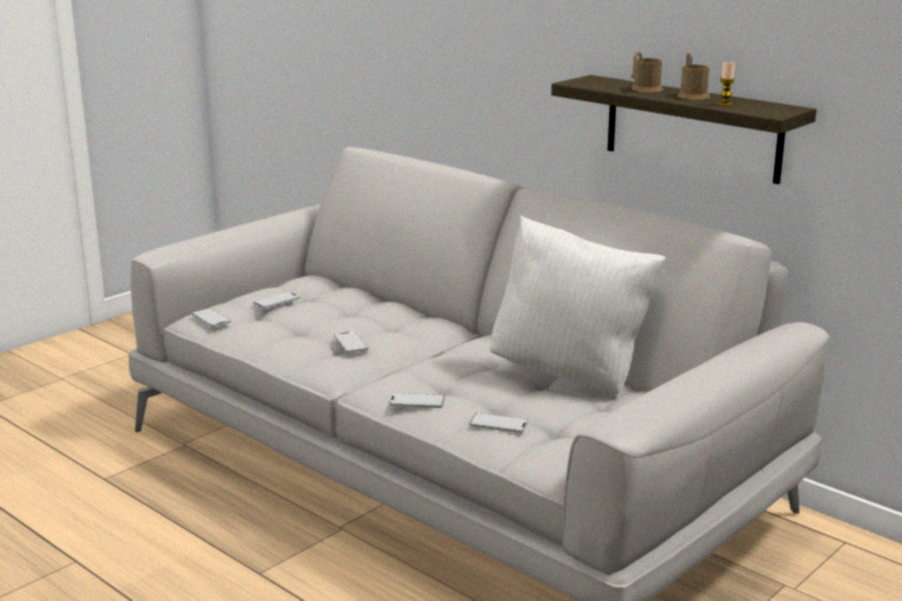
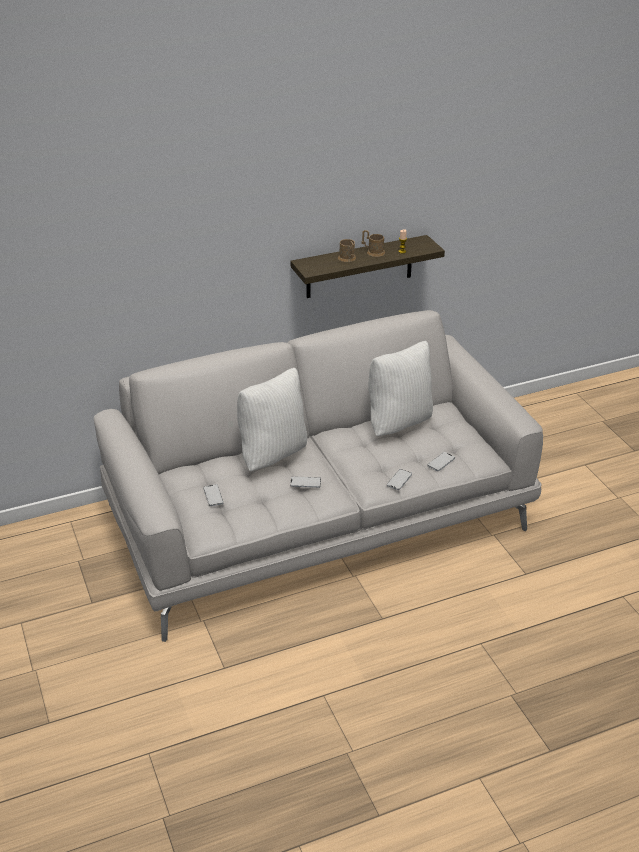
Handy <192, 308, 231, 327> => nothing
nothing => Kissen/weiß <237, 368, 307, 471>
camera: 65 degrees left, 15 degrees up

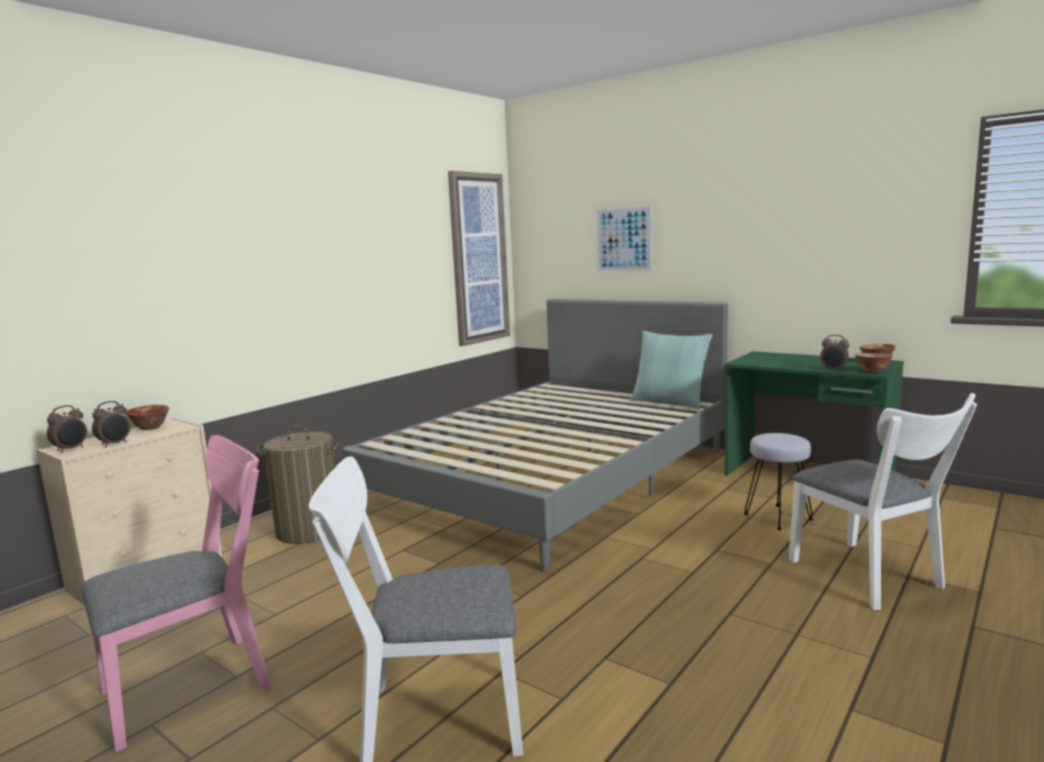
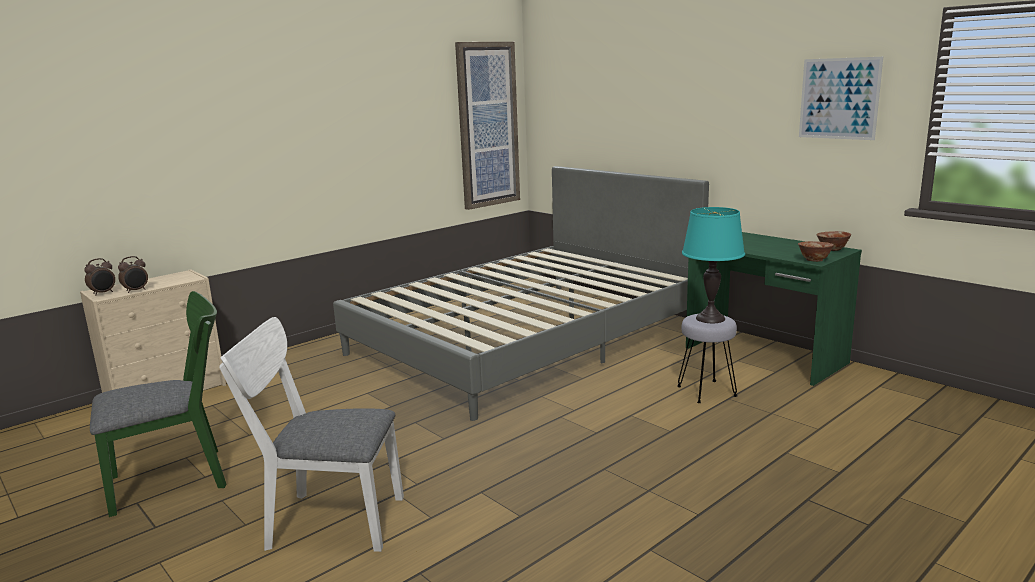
Bild <596, 206, 652, 271> => Bild <799, 57, 883, 140>, shifted
Kissen <630, 331, 713, 409> => nothing
Wecker <820, 335, 850, 371> => nothing
Stuhl/weiß <789, 393, 977, 610> => nothing
Schüssel <127, 405, 169, 430> => nothing
Wäschekorb <257, 426, 340, 544> => nothing
Stuhl/rosa <81, 435, 271, 752> => Stuhl/grün <90, 291, 227, 517>
nothing => Tischlampe/türkis <682, 207, 745, 323>
camera: 10 degrees right, 5 degrees up

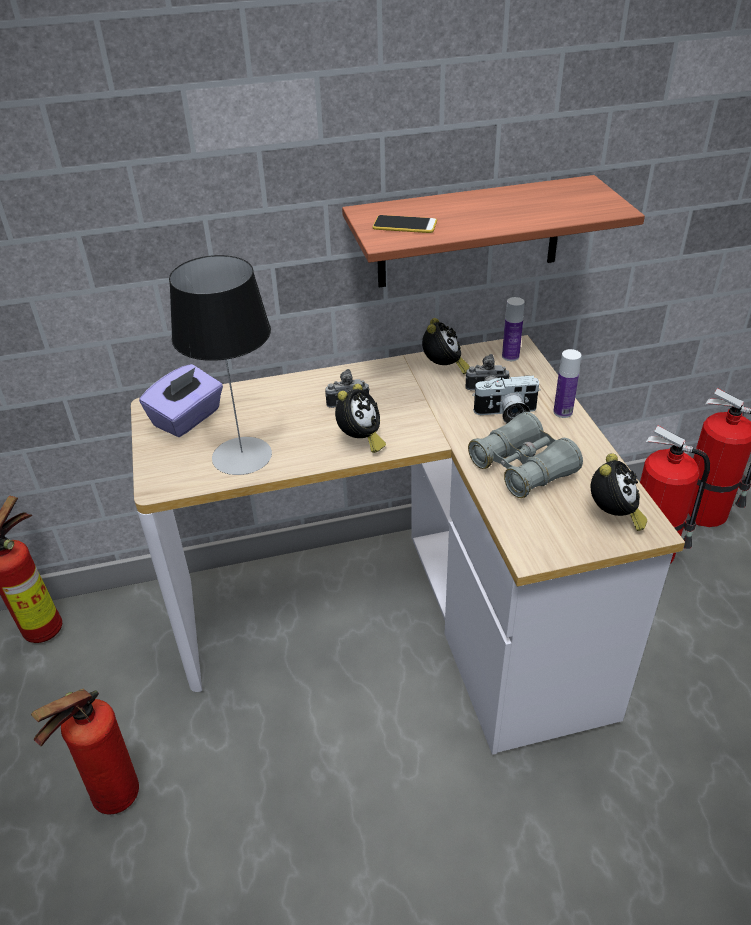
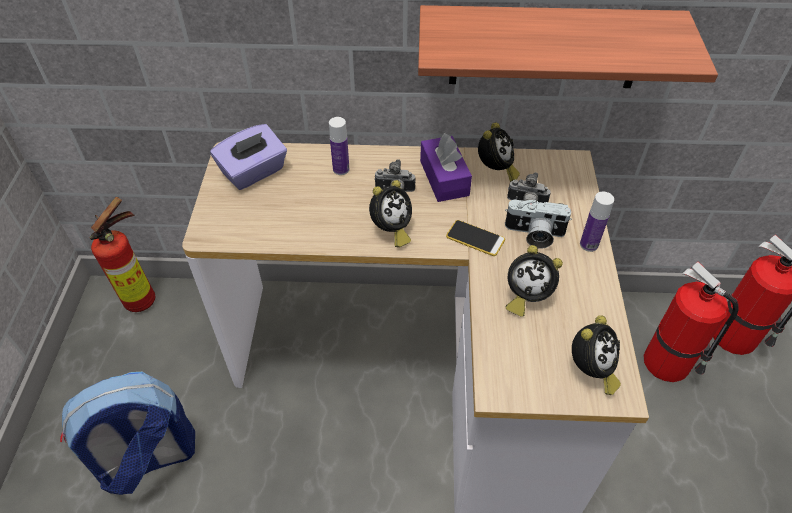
Handy <372, 215, 437, 233> => Handy <446, 220, 505, 256>, shifted
Tischlampe <169, 255, 272, 475> => nothing
Flasche <502, 297, 525, 361> => Flasche <329, 117, 349, 175>, shifted
Fernglas/grau <468, 412, 583, 498> => Wecker <506, 245, 563, 316>
Feuerlöscher <31, 688, 139, 815> => Rucksack <60, 372, 195, 495>
nothing => Taschentuchbox/lila <420, 133, 472, 202>
camera: 15 degrees right, 10 degrees up

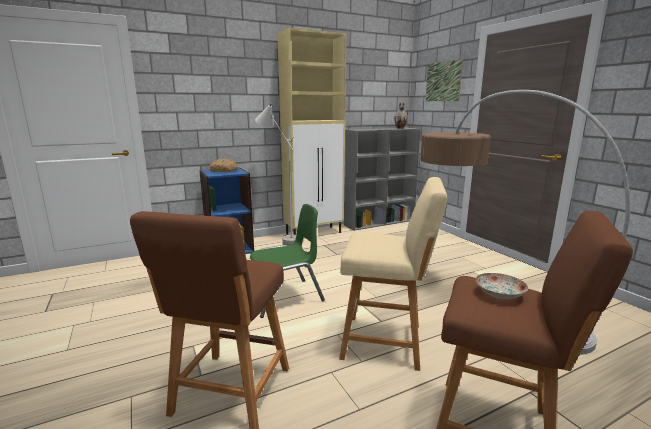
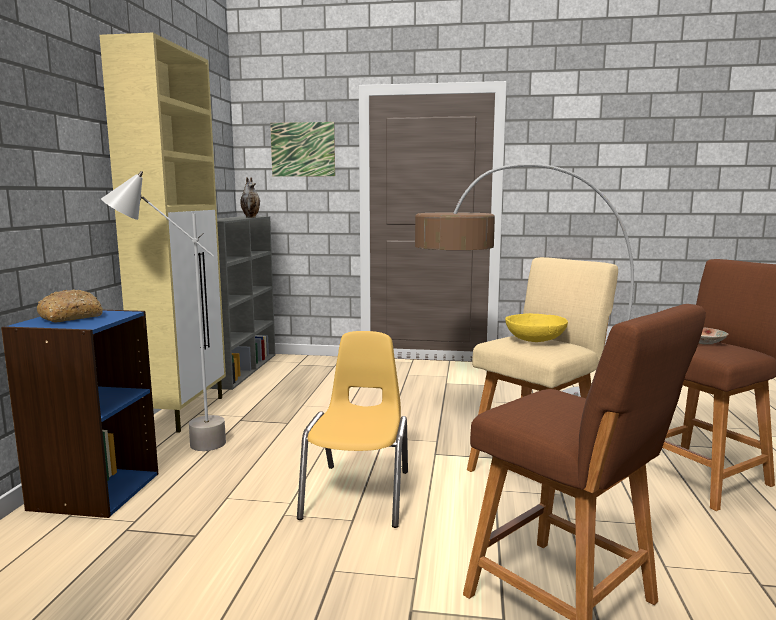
Stuhl/grün <250, 204, 325, 318> => Stuhl/gelb <297, 331, 408, 528>
nothing => Schüssel/gelb <505, 313, 568, 342>
camera: 55 degrees left, 5 degrees down

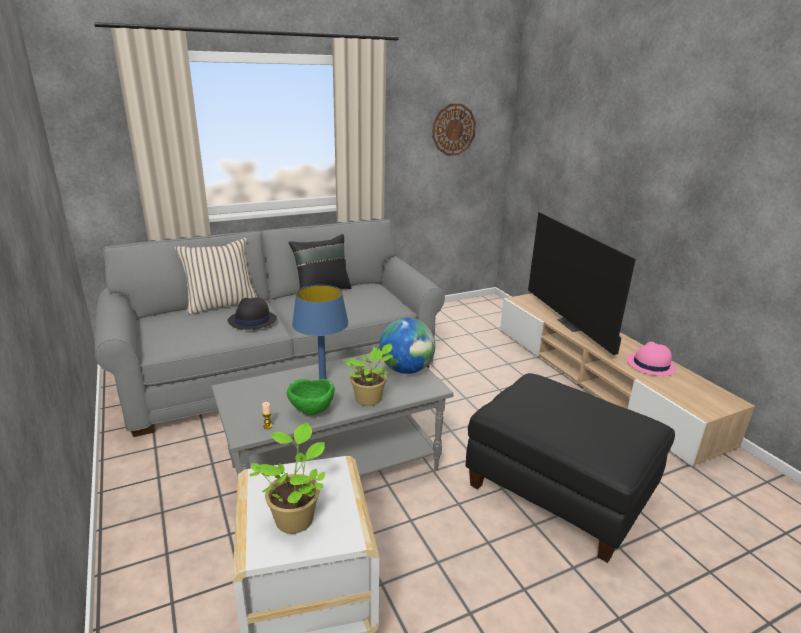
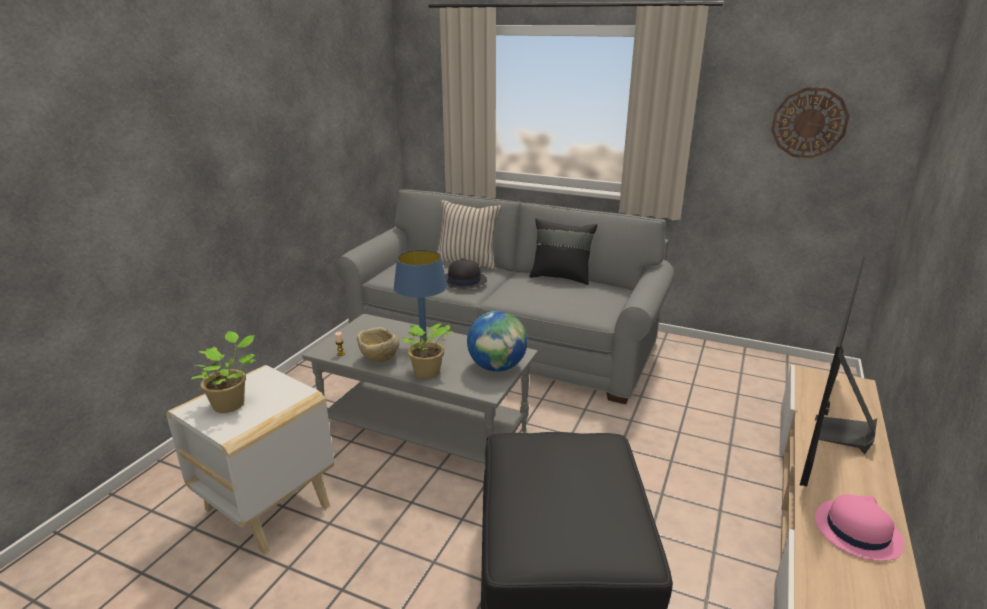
Schüssel/grün <287, 379, 335, 415> => Schüssel/beige <357, 327, 399, 362>
camera: 50 degrees right, 0 degrees up

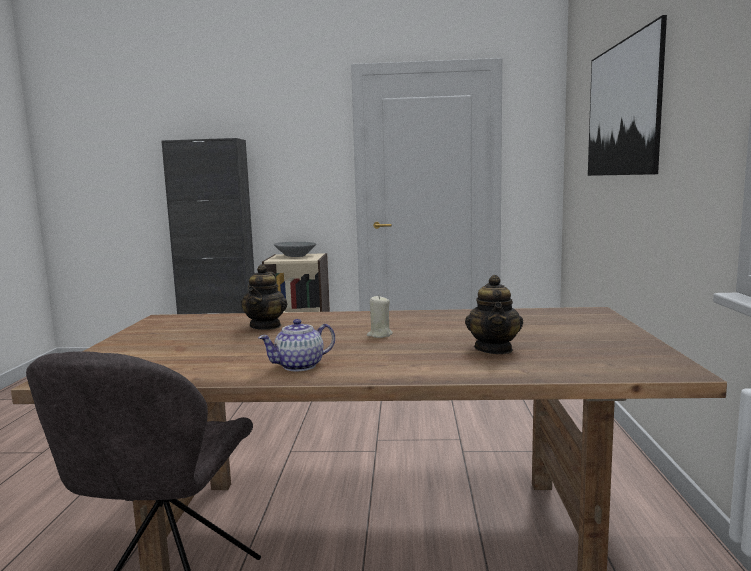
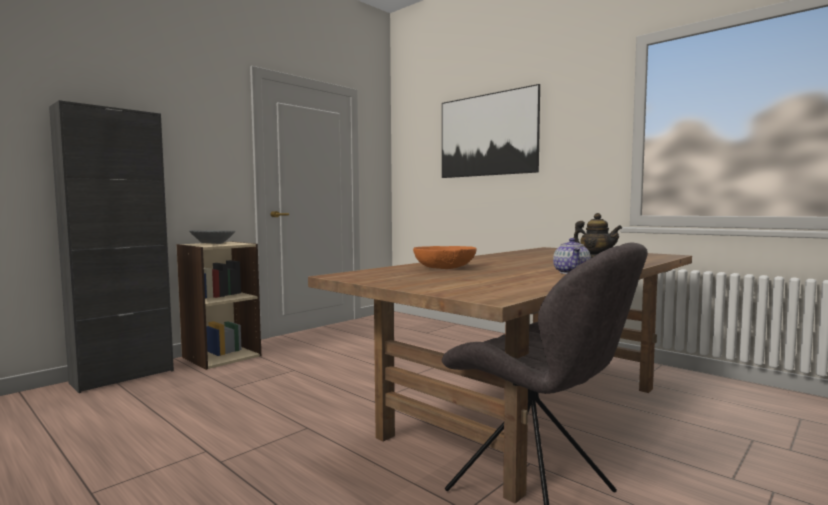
Teekanne <241, 264, 287, 330> => Schüssel/orange <413, 246, 477, 269>
Kerze/beige <367, 296, 393, 338> => nothing
camera: 50 degrees left, 5 degrees down

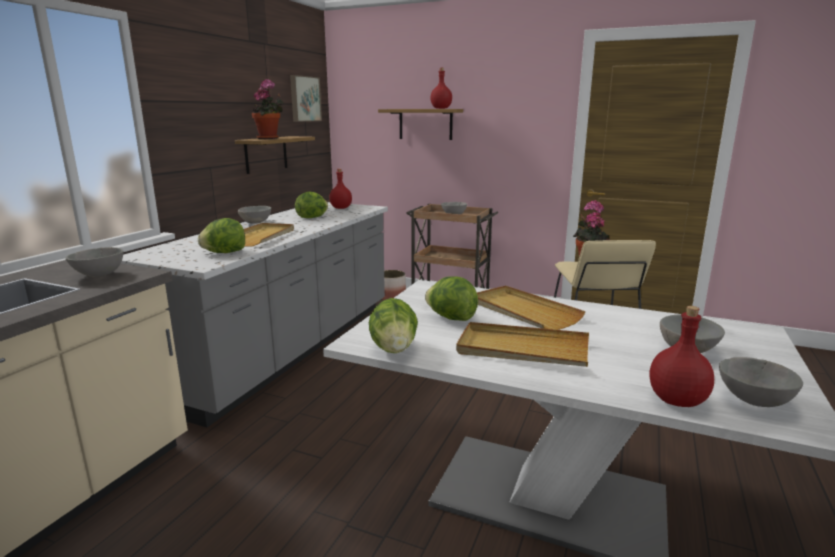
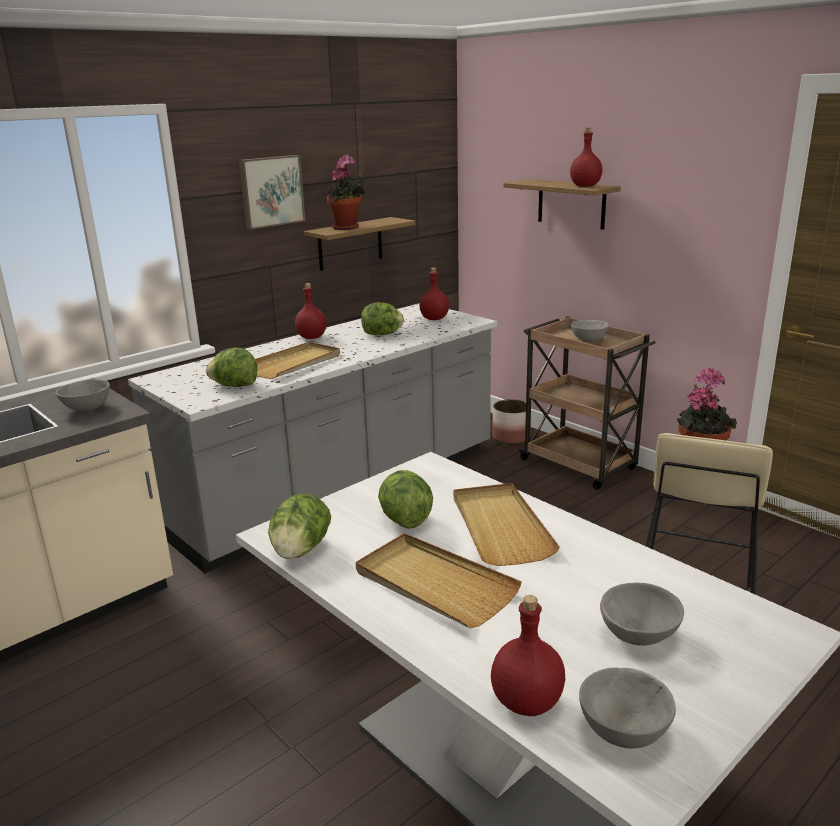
Bild <290, 75, 322, 122> => Bild <239, 155, 305, 229>, shifted
Schüssel/grau <238, 206, 271, 224> => Flasche/rot <295, 283, 326, 339>
camera: 25 degrees right, 5 degrees up

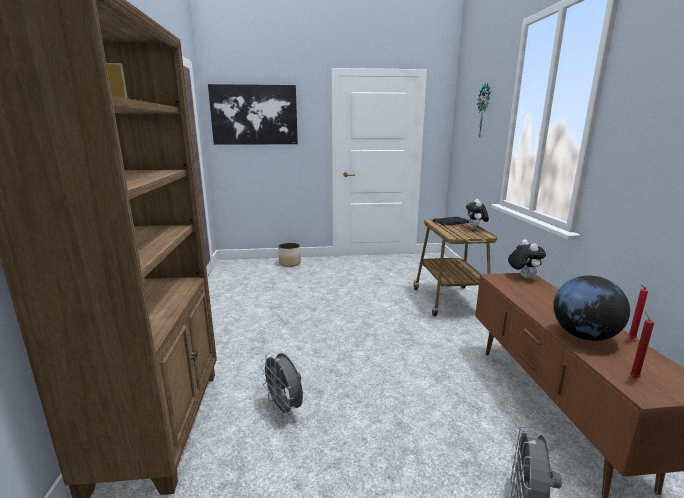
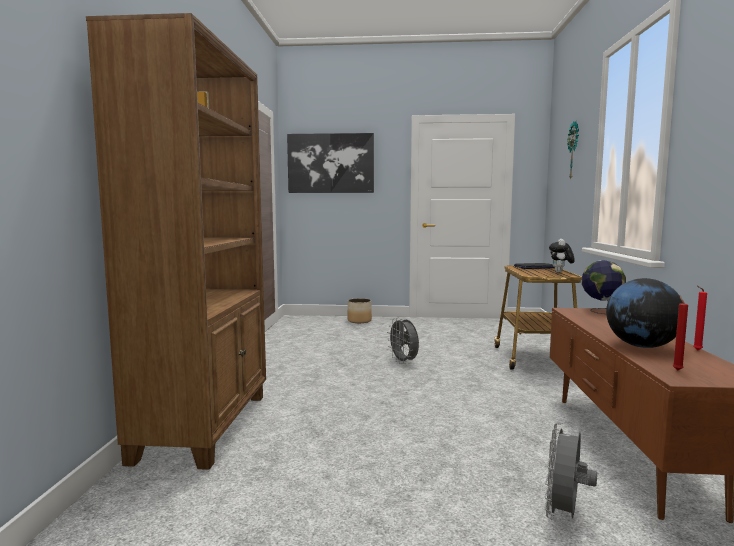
Plüschtier <508, 239, 546, 278> => Globus <582, 260, 626, 314>
Ventilator/grau <260, 353, 303, 418> => Ventilator/grau <387, 317, 419, 364>, shifted
camera: 10 degrees right, 10 degrees down

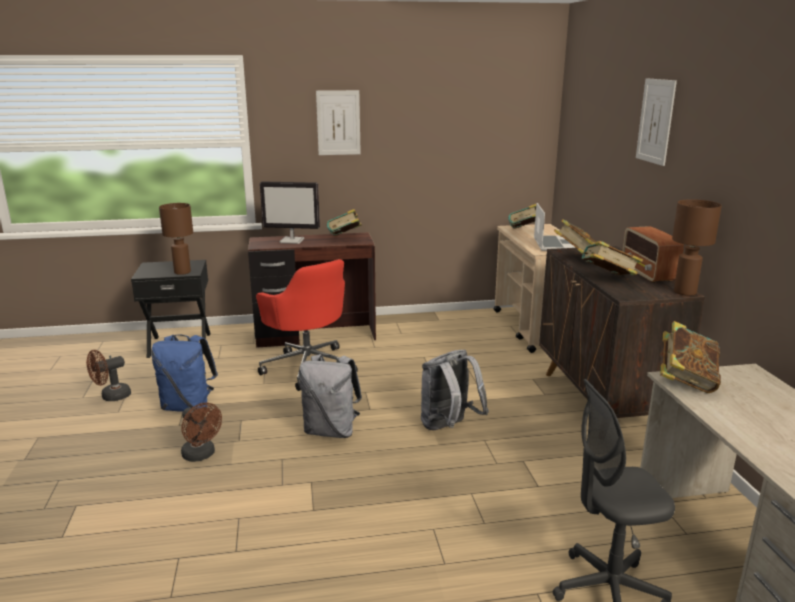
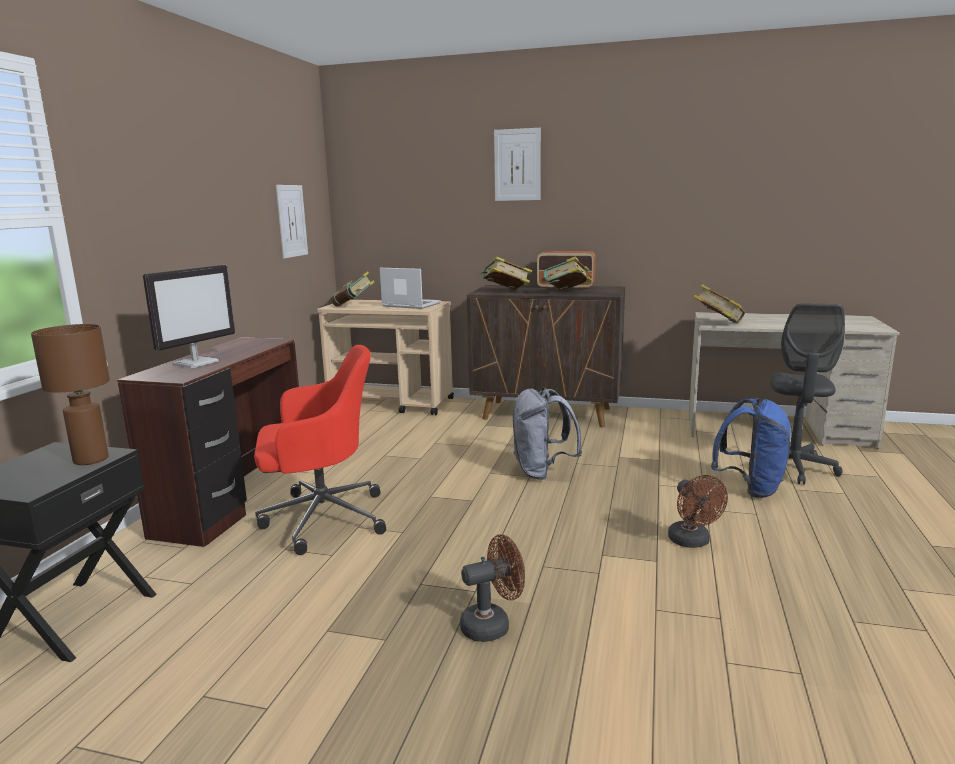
Bild <316, 90, 361, 155> => Bild <276, 185, 308, 259>, shifted
Tischlampe/braun <672, 199, 722, 296> => nothing
Buch <327, 209, 362, 236> => nothing
Rucksack/blau <151, 335, 218, 412> => Rucksack/blau <711, 398, 792, 498>, shifted
Ventilator/braun <86, 350, 131, 401> => Ventilator/braun <668, 475, 728, 548>, shifted
Rucksack/grau <299, 354, 362, 438> => nothing
camera: 65 degrees left, 5 degrees down

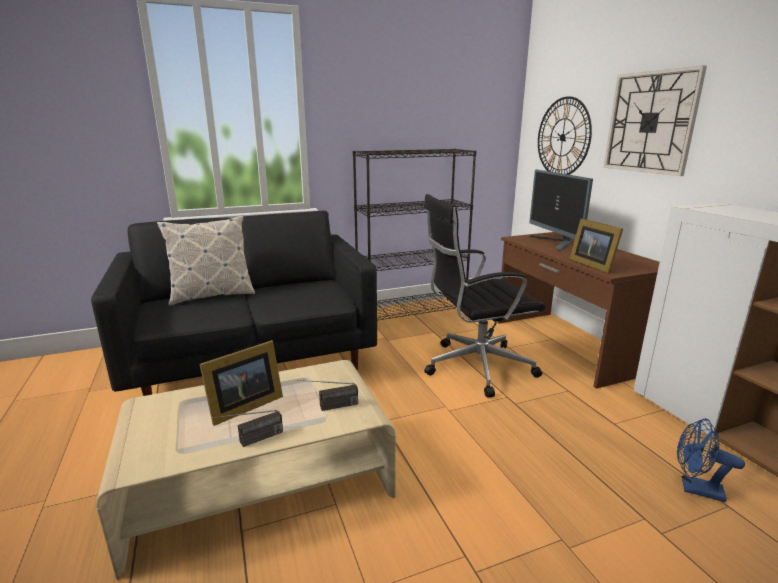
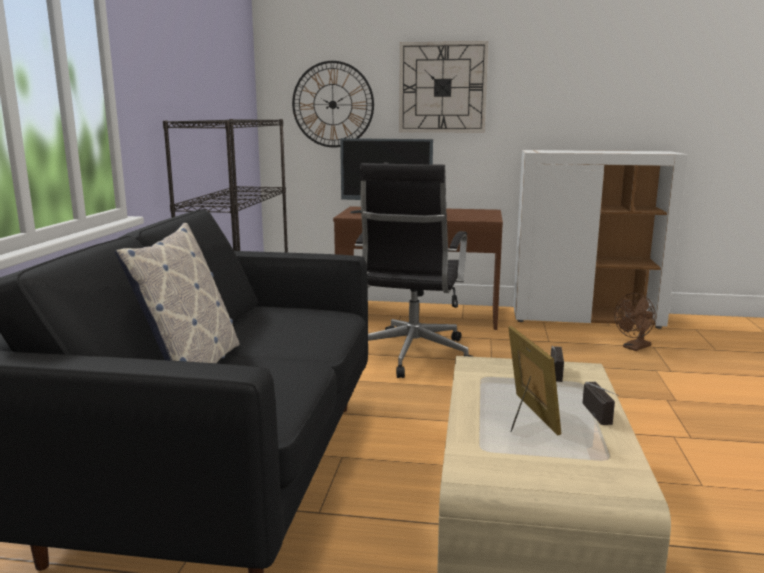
Bilderrahmen <570, 219, 623, 274> => nothing
Ventilator/blau <677, 418, 745, 502> => Ventilator/braun <614, 293, 656, 351>
camera: 60 degrees left, 5 degrees down

